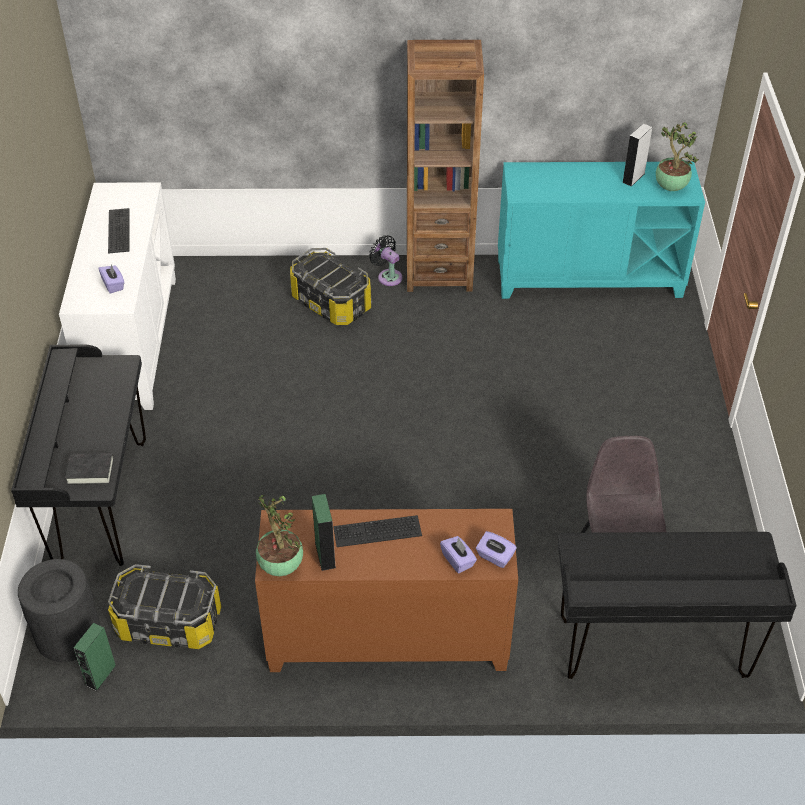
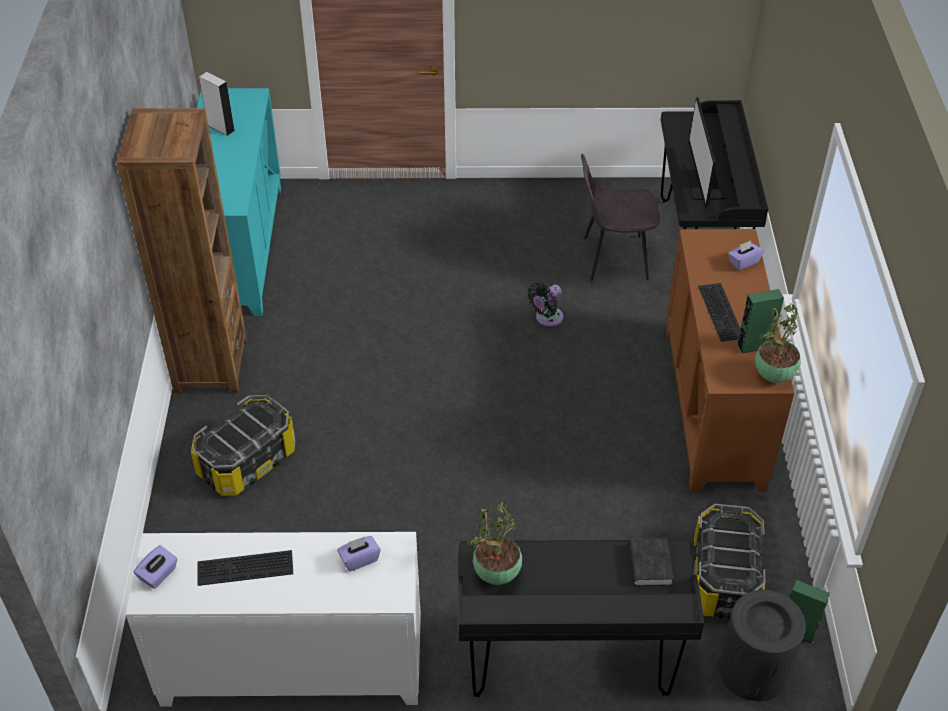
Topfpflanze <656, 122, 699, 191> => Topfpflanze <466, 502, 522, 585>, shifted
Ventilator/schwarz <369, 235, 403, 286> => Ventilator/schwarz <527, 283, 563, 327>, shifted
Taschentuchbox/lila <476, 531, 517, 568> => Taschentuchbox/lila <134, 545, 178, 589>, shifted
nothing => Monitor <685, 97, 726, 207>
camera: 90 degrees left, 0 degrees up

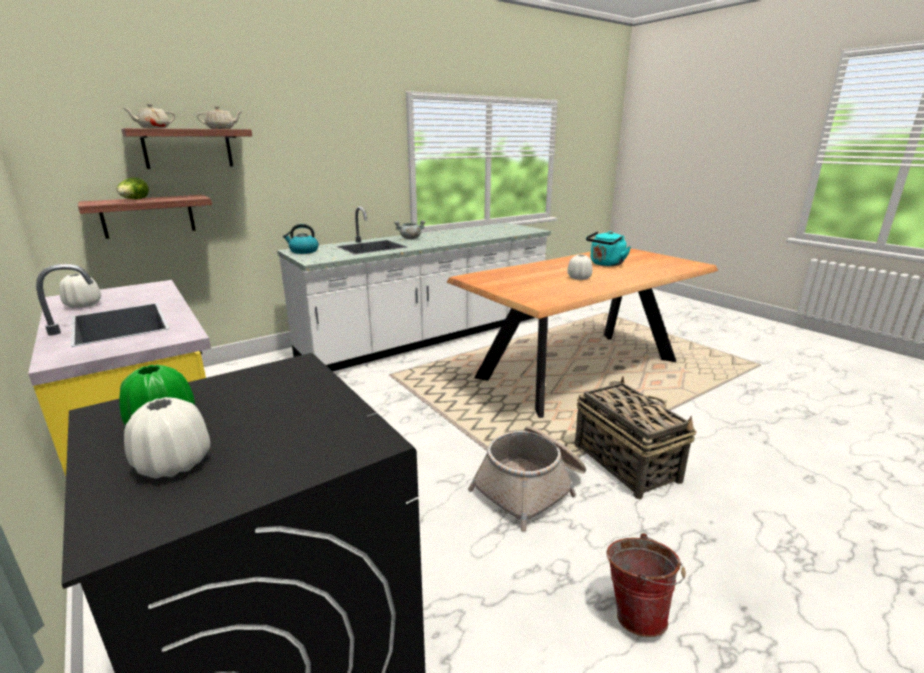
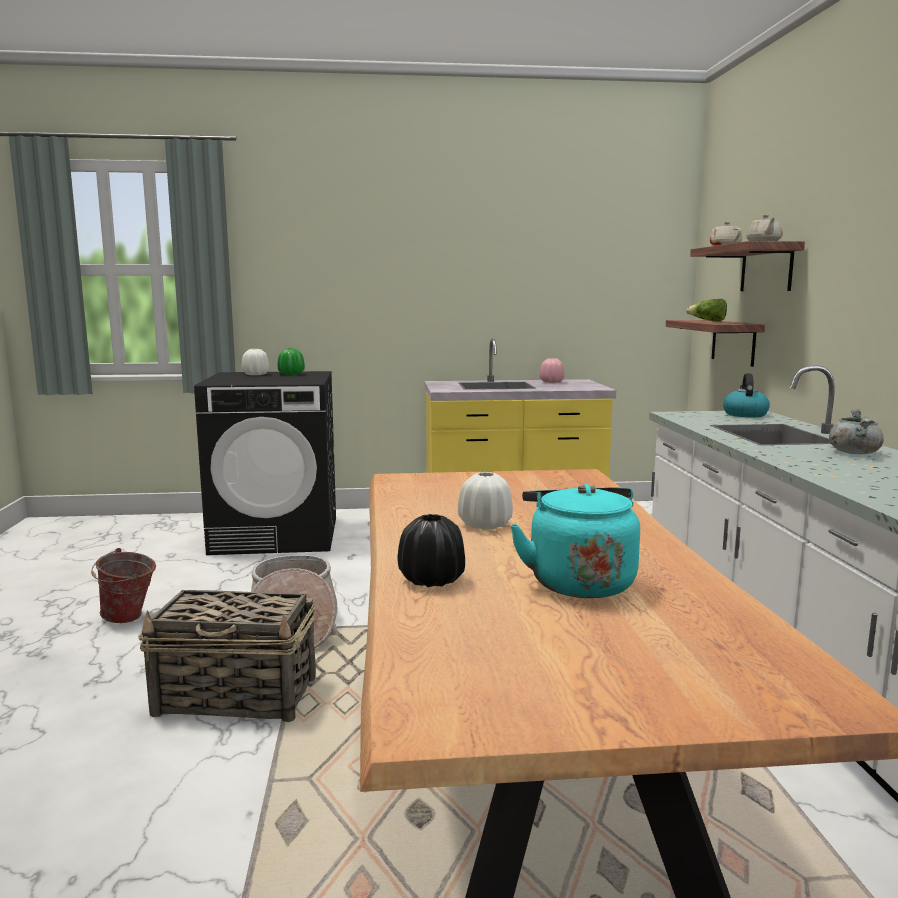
Vase/weiß <59, 273, 101, 308> => Vase/rosa <539, 358, 565, 383>
nothing => Vase/schwarz <398, 514, 465, 587>
camera: 120 degrees right, 10 degrees down

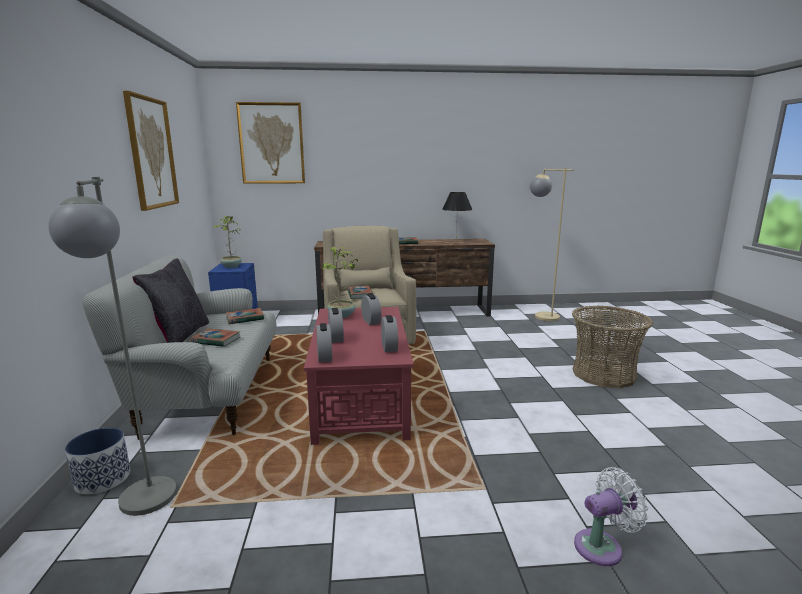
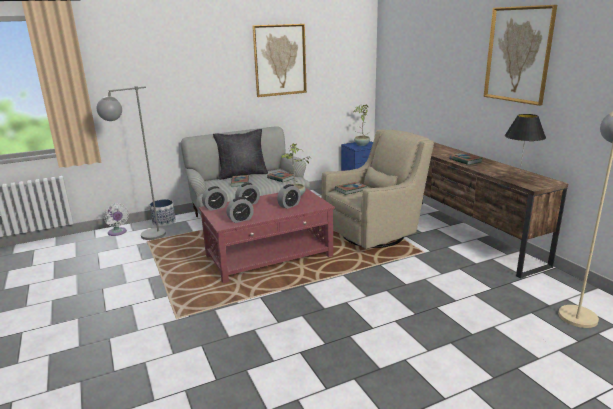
Bild <236, 102, 305, 184> => Bild <484, 5, 557, 106>, shifted
Korb <572, 306, 653, 388> => nothing
Ventilator/weiß <574, 467, 648, 566> => Ventilator/weiß <103, 203, 129, 236>, shifted
camera: 70 degrees right, 5 degrees up

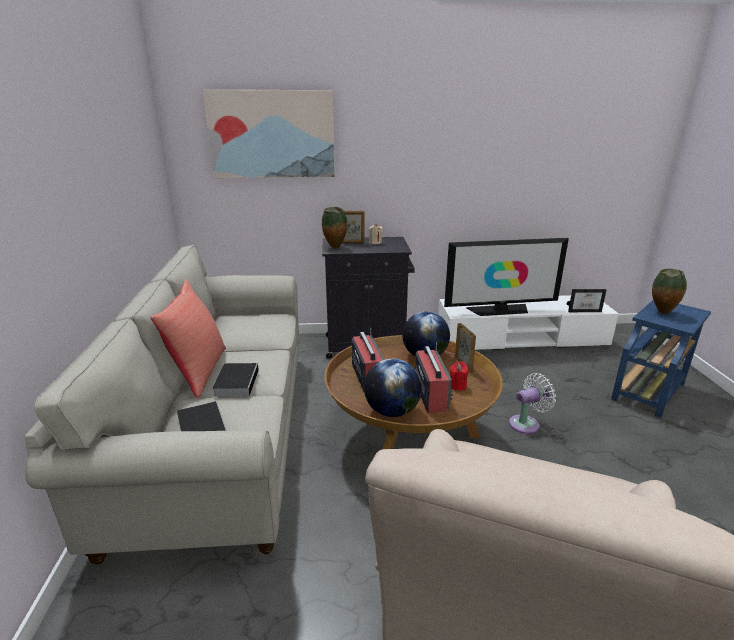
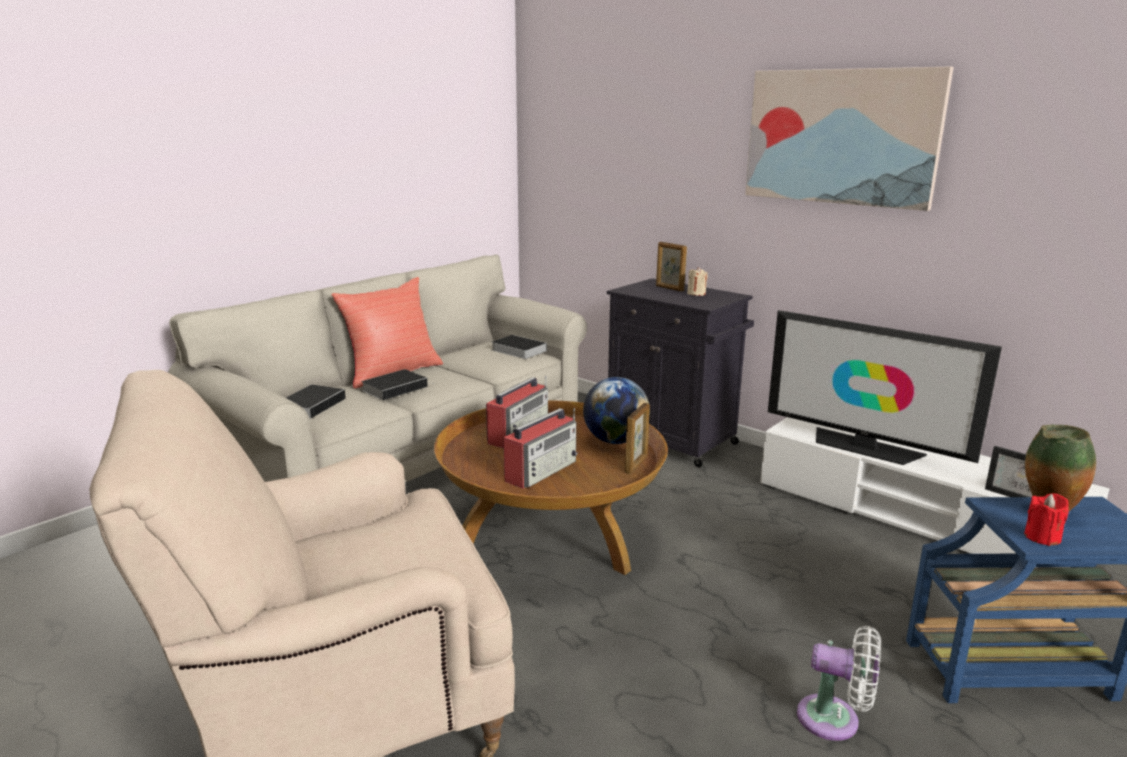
Bild <202, 90, 335, 178> => Bild <745, 67, 954, 211>, shifted
Vase <322, 207, 348, 248> => nothing
Globus <364, 358, 422, 417> => nothing
Kerze/rot <450, 361, 469, 391> => Kerze/rot <1024, 493, 1069, 546>, shifted
Ventilator/weiß <509, 373, 556, 434> => Ventilator/weiß <797, 626, 881, 741>, shifted
nothing => Buch <492, 335, 547, 359>
camera: 45 degrees right, 5 degrees down

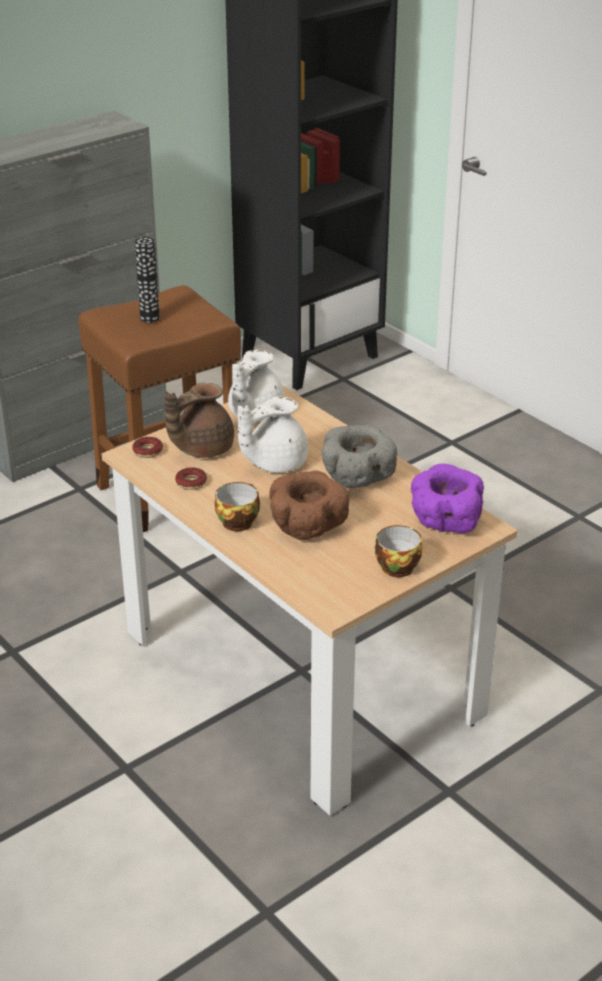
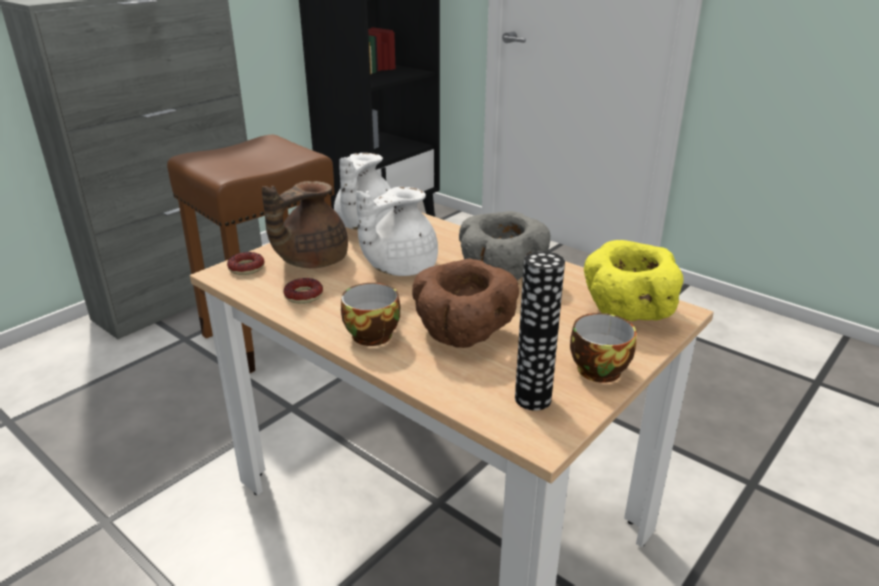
Vase <134, 237, 160, 323> => Vase <515, 251, 565, 411>, shifted
Schüssel/lila <411, 464, 484, 533> => Schüssel/gelb <584, 240, 683, 321>
camera: 10 degrees left, 5 degrees down

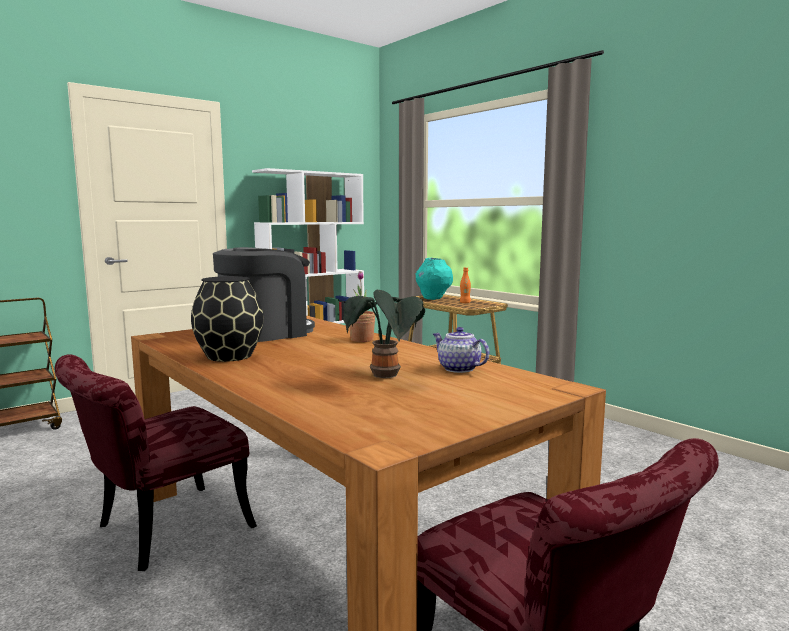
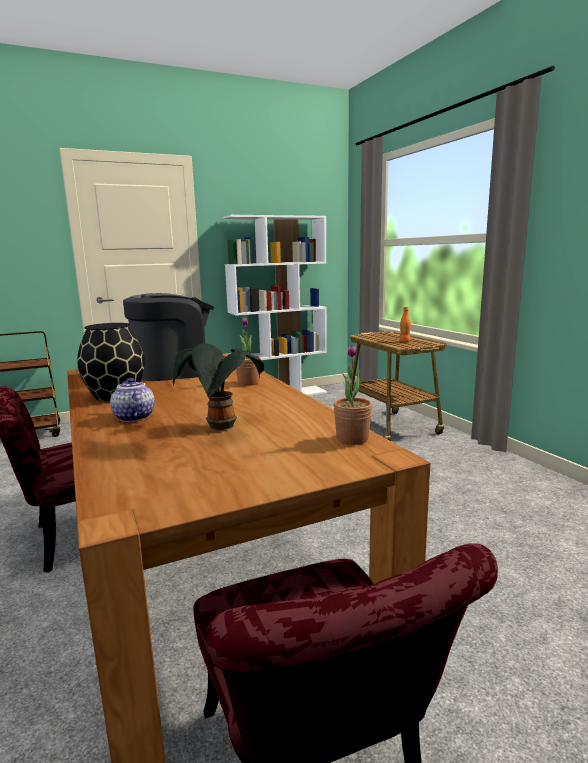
Vase/türkis <416, 258, 453, 300> => nothing
Teekanne <433, 327, 489, 373> => Teekanne <110, 378, 155, 422>, shifted
nothing => Topfpflanze <333, 345, 372, 445>
camera: 15 degrees right, 5 degrees up

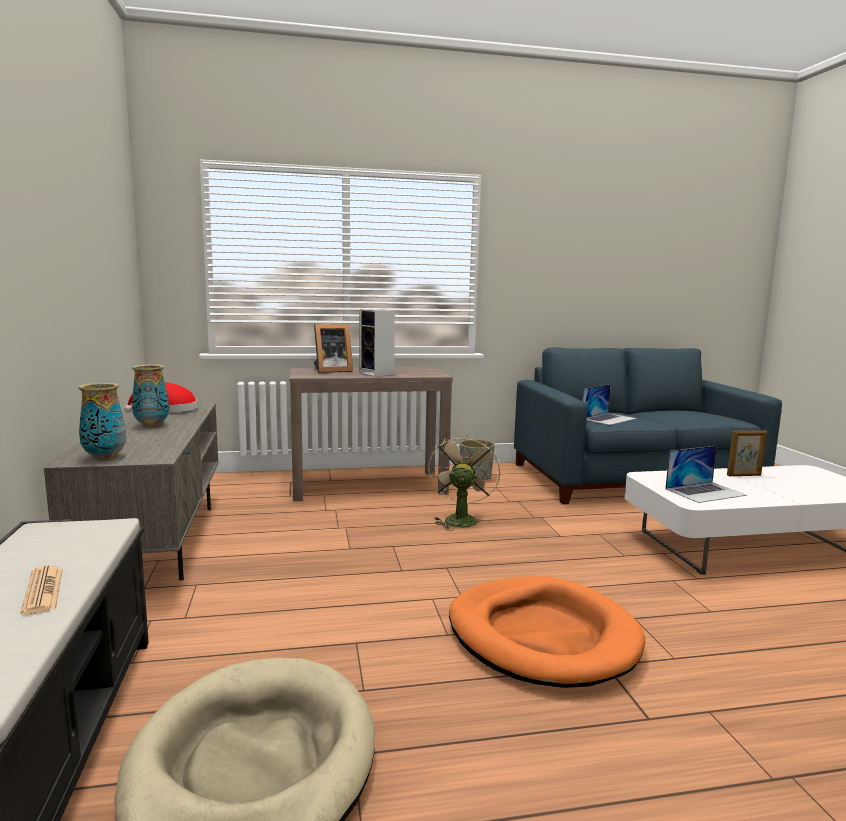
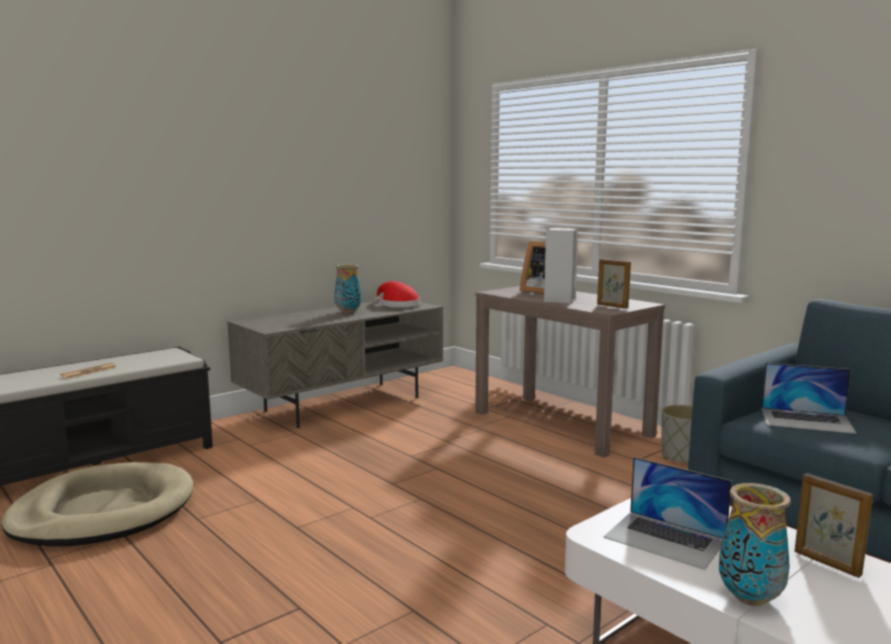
Vase <79, 383, 126, 460> => Vase <719, 483, 791, 606>, shifted
Ventilator/beige <428, 434, 500, 531> => nothing
Hundebett/orange <449, 576, 645, 688> => nothing
nothing => Bilderrahmen <597, 259, 631, 309>
camera: 60 degrees right, 0 degrees up

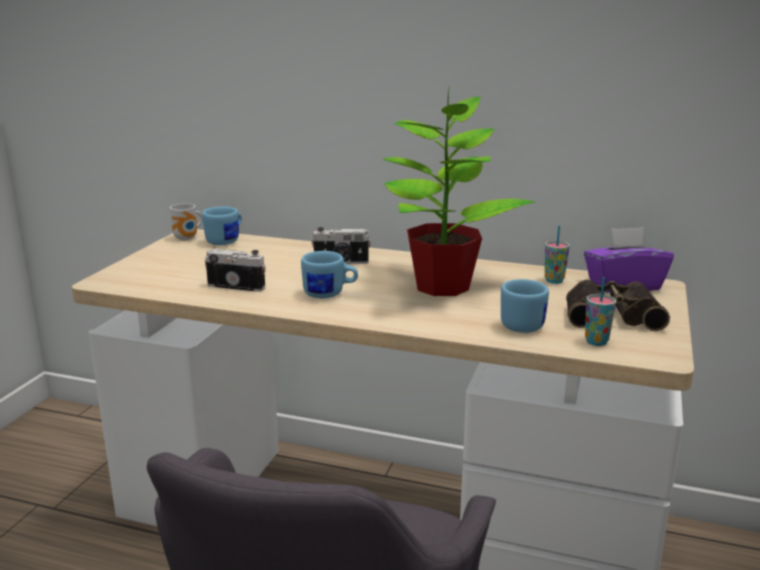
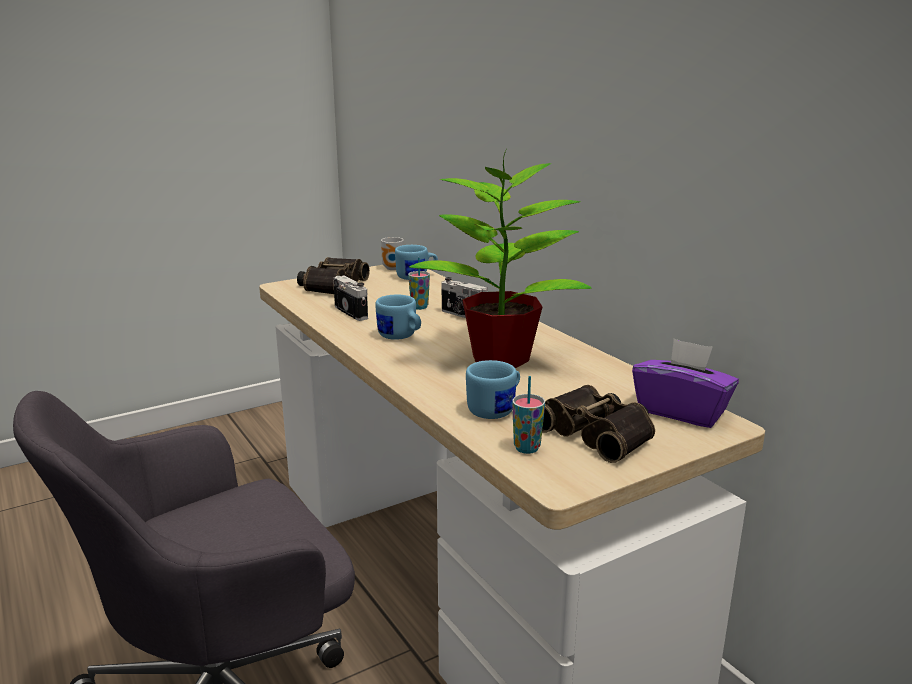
Tasse <545, 226, 570, 284> => Tasse <408, 257, 430, 310>, shifted
nothing => Fernglas <297, 257, 370, 294>
camera: 40 degrees right, 0 degrees up

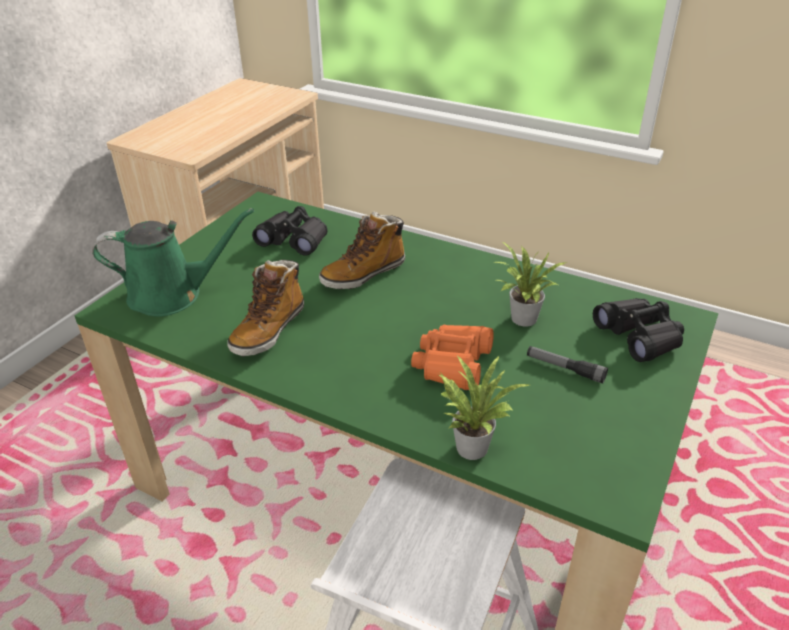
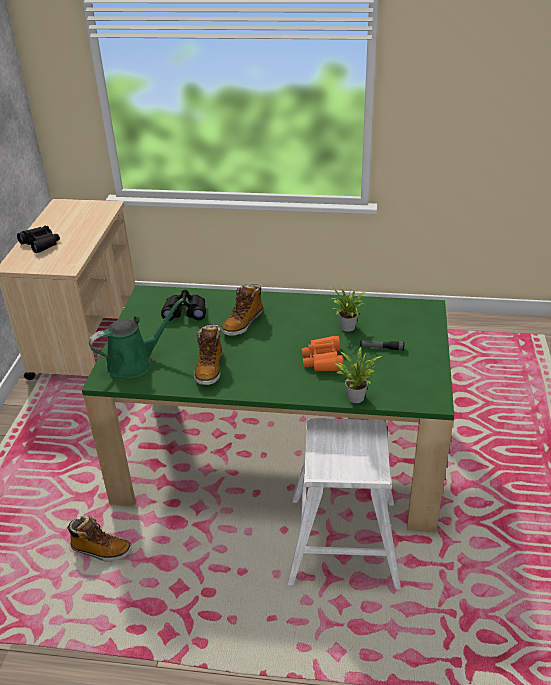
Fernglas/schwarz <593, 298, 684, 362> => Fernglas/schwarz <17, 225, 60, 253>, shifted
nothing => Stiefel <67, 516, 132, 562>
camera: 20 degrees left, 0 degrees up

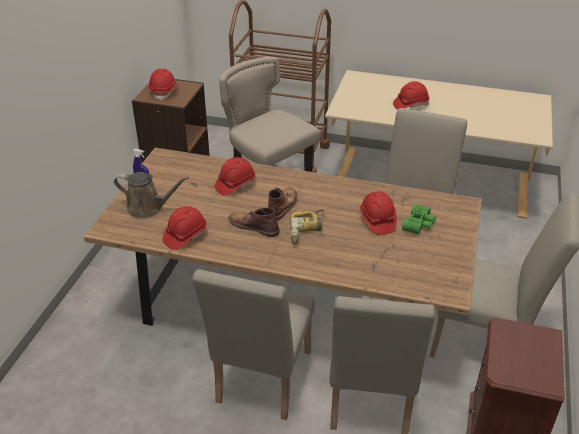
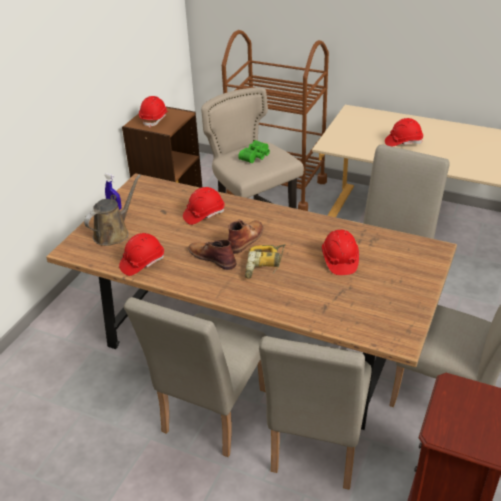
Gießkanne/braun <114, 172, 189, 219> => Gießkanne/braun <84, 174, 141, 246>, 75 degrees counterclockwise
Fernglas/grün <402, 204, 436, 235> => Fernglas/grün <238, 140, 270, 163>, shifted
camera: 10 degrees right, 0 degrees up

